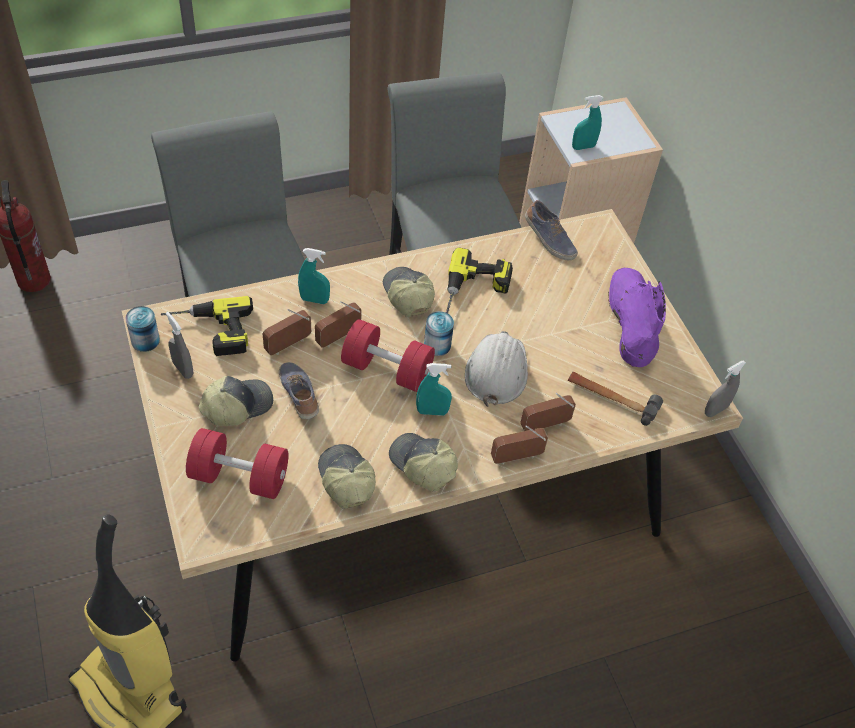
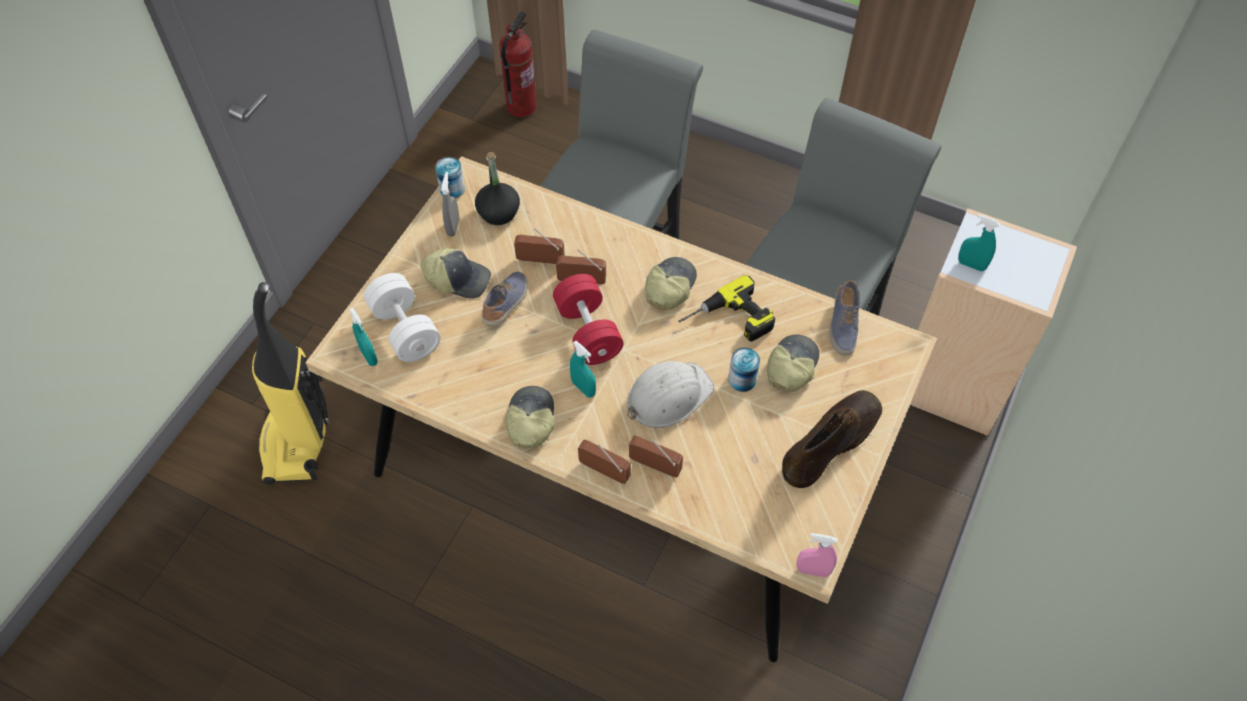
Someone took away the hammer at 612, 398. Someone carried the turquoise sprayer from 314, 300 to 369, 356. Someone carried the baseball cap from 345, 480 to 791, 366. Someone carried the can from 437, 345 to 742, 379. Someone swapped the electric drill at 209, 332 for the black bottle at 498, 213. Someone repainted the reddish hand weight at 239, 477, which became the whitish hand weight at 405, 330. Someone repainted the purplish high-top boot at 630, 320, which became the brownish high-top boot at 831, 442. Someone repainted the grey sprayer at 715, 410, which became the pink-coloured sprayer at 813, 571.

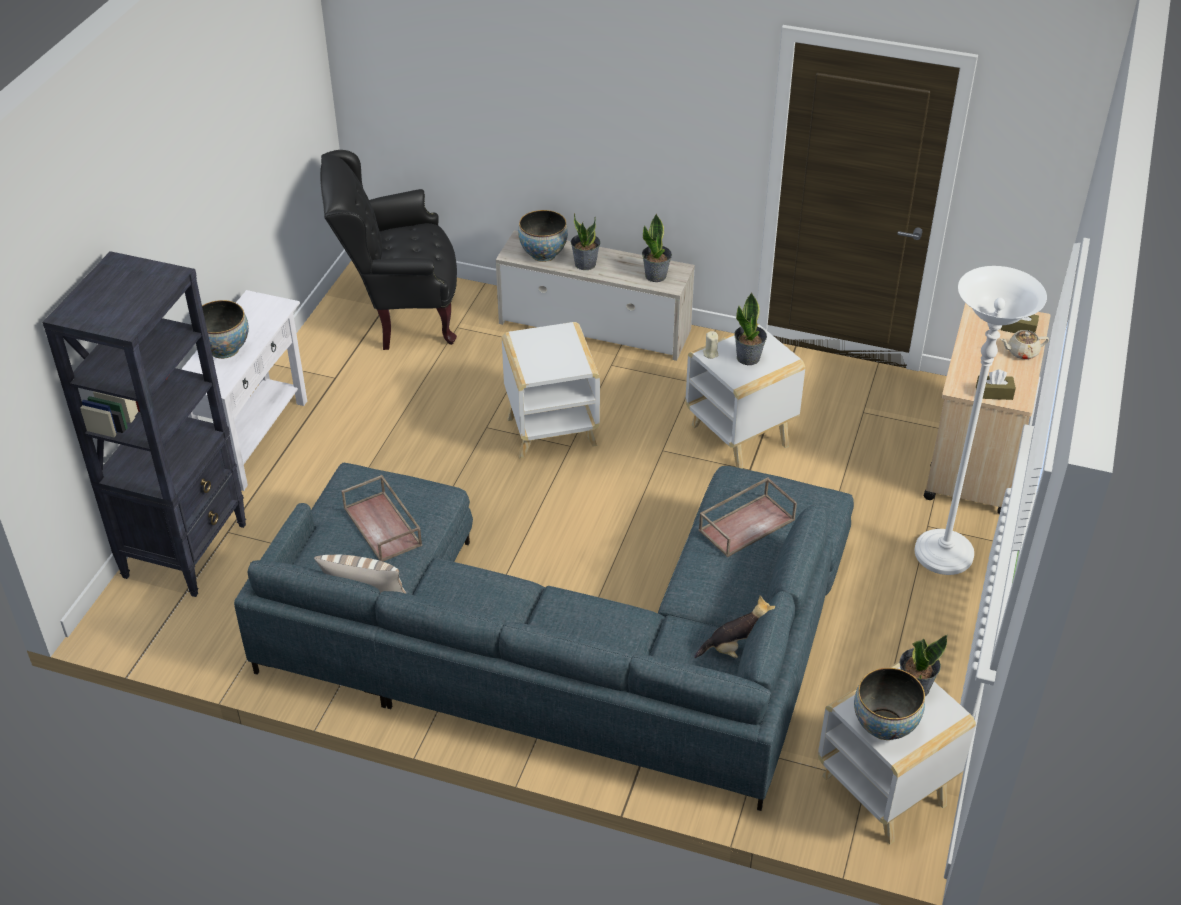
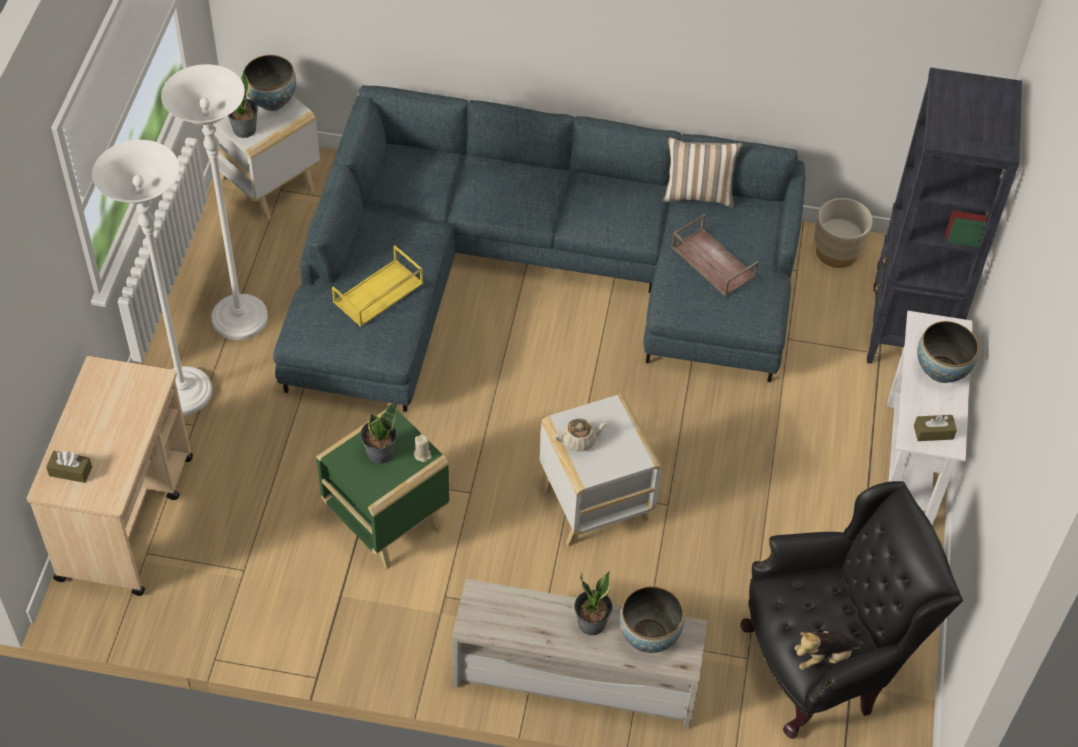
Someone took away the plant in a pot at 656, 276. Someone put down the whitish floor lamp at 240, 319. Someone put down the beige flower pot at 837, 252. Someone carried the soft toy from 736, 649 to 823, 657. Someone carried the brownish tissue box from 994, 393 to 933, 432. Someone carried the beige tea pot from 1021, 352 to 579, 440. Someone repainted the whitish accent table at 741, 436, which became the greenish accent table at 385, 520. Someone repainted the brownish serving tray at 747, 524, which became the yellow serving tray at 378, 294.

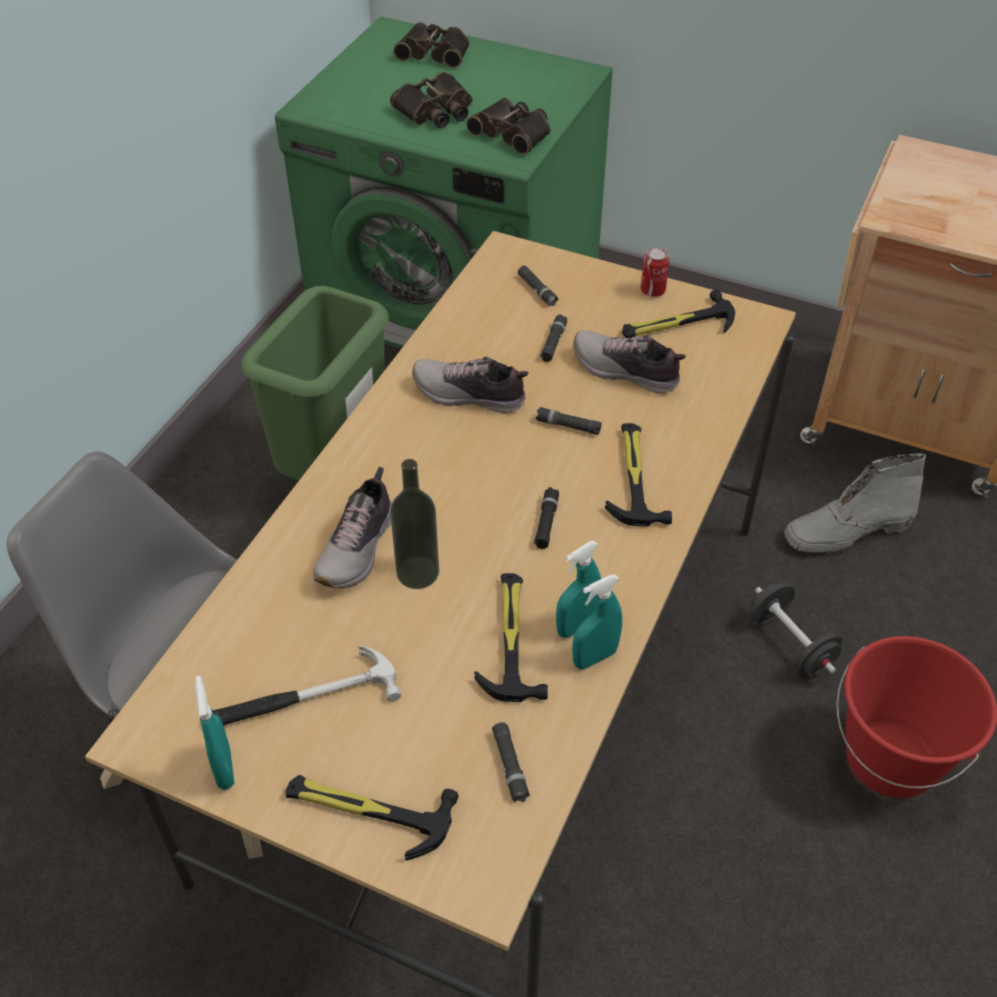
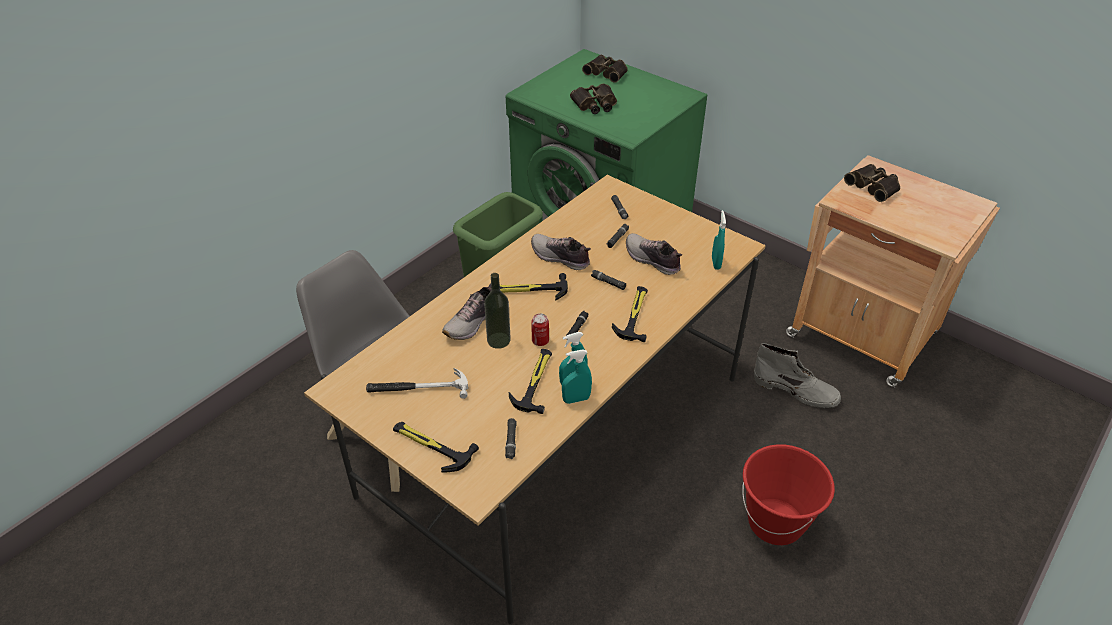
Someone took away the black hand weight at 789, 645. Someone carried the turquoise sprayer from 224, 768 to 716, 263. Someone carried the field glasses from 513, 133 to 874, 186. Someone carried the hammer from 677, 325 to 530, 290. Someone carried the can from 652, 291 to 540, 341. Someone rotated the grey high-top boot at 846, 531 by 150 degrees counterclockwise.

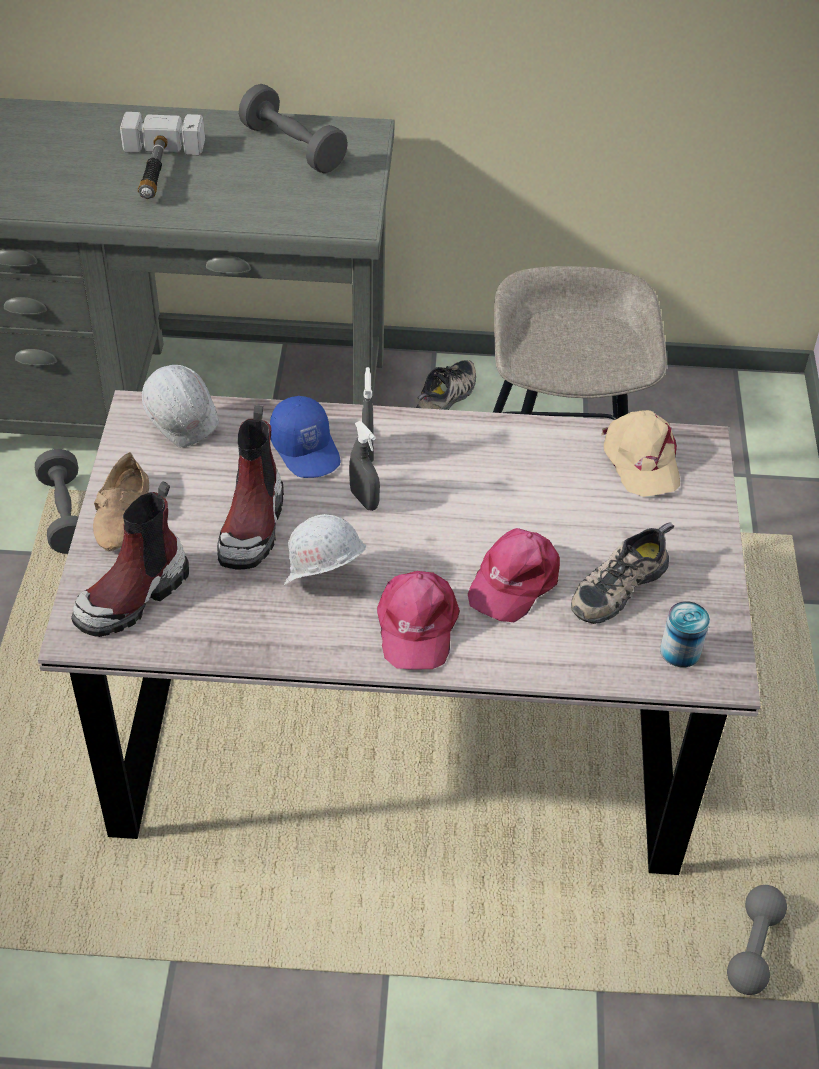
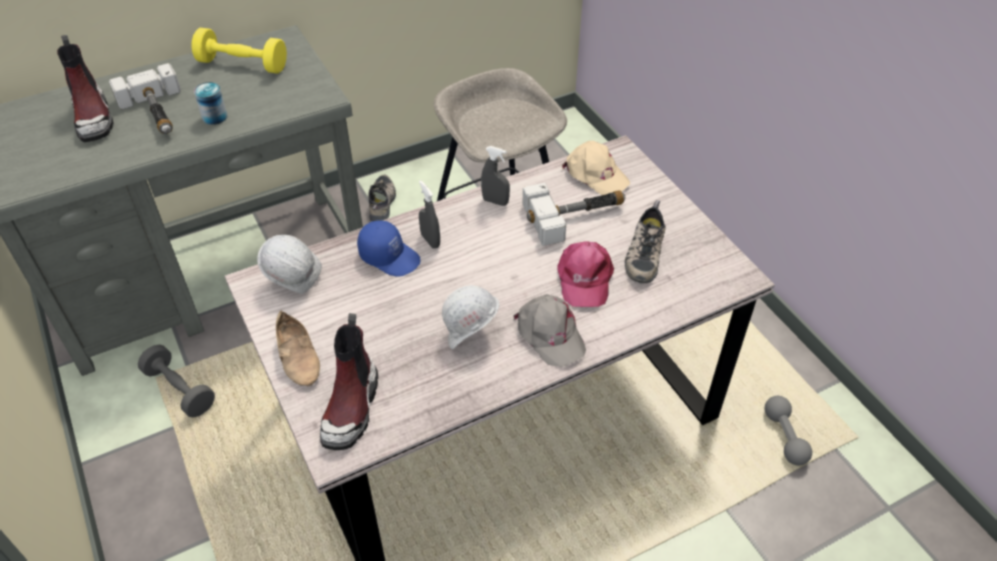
Someone put down the hammer at 576, 215. Someone carried the high-top boot from 252, 525 to 93, 118. Someone carried the grey sprayer from 364, 500 to 495, 201. Someone carried the can from 680, 651 to 214, 117. Someone repainted the grey hand weight at 293, 147, which became the yellow hand weight at 243, 65. Someone repainted the pink-coloured baseball cap at 416, 625, which became the grey baseball cap at 549, 334.

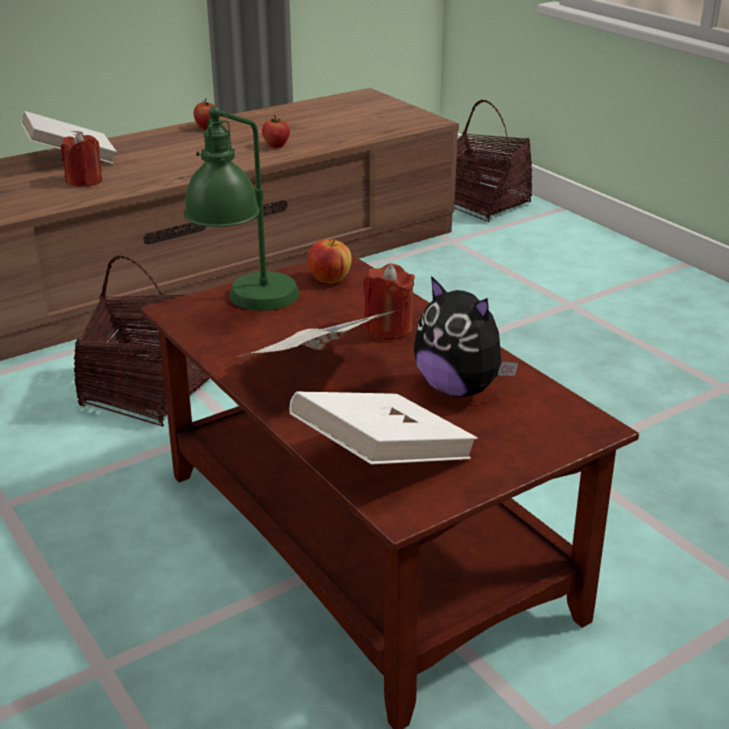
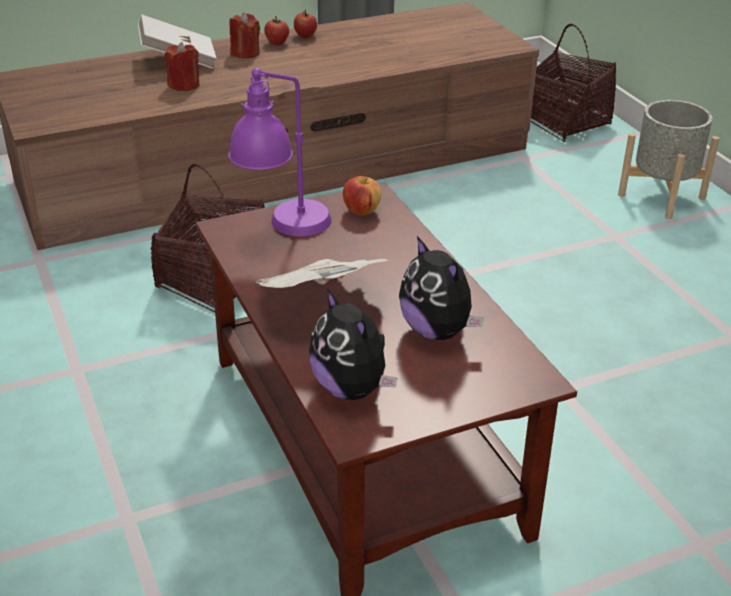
Someone put down the grey flower pot at 662, 196. Someone carried the whole apple from 276, 146 to 277, 43. Someone carried the reddish candle from 388, 329 to 245, 53. Someone swapped the whitish bound book at 383, 459 for the soft toy at 352, 388. Someone repainted the greenish table lamp at 248, 307, which became the purplish table lamp at 284, 232.

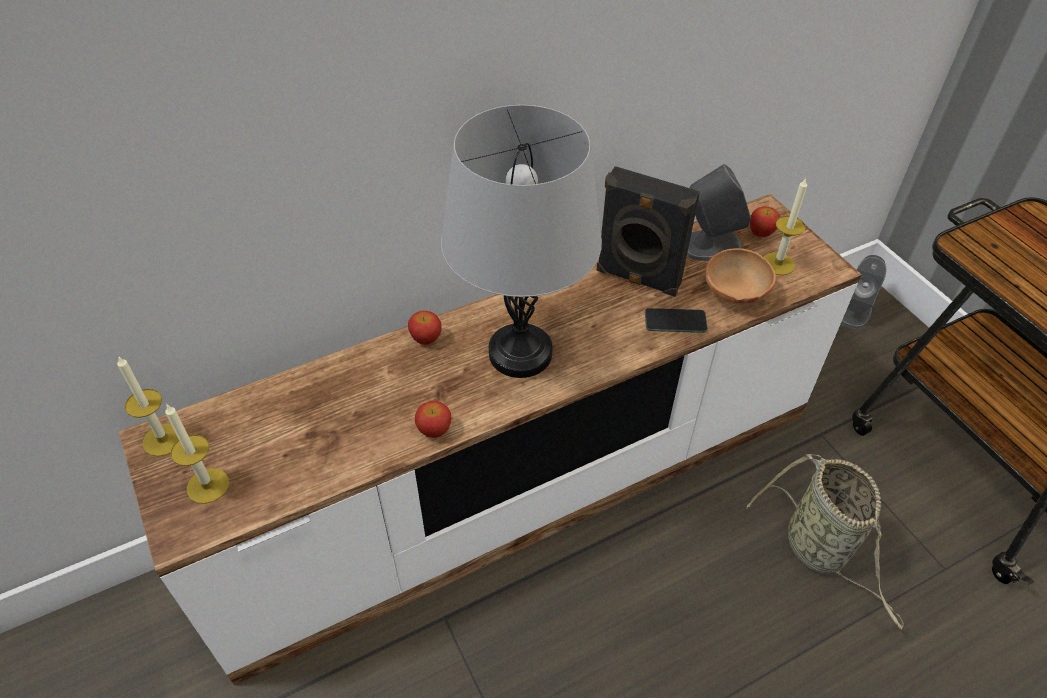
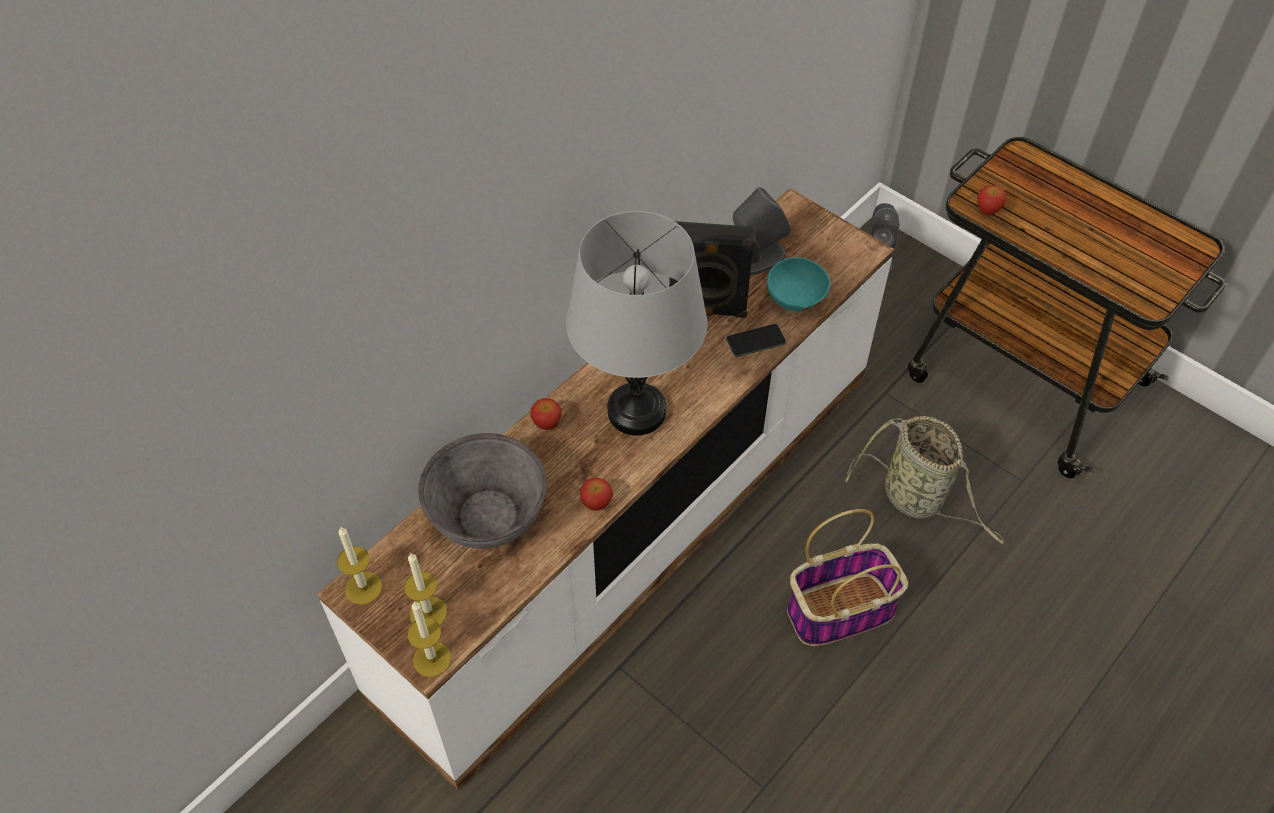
Someone put down the grey deep dish at 487, 515. Someone put down the basket at 841, 609. Someone carried the whole apple from 761, 232 to 988, 209. Someone carried the candle from 778, 263 to 432, 659. Someone repainted the brownish deep dish at 733, 294, which became the turquoise deep dish at 794, 300.

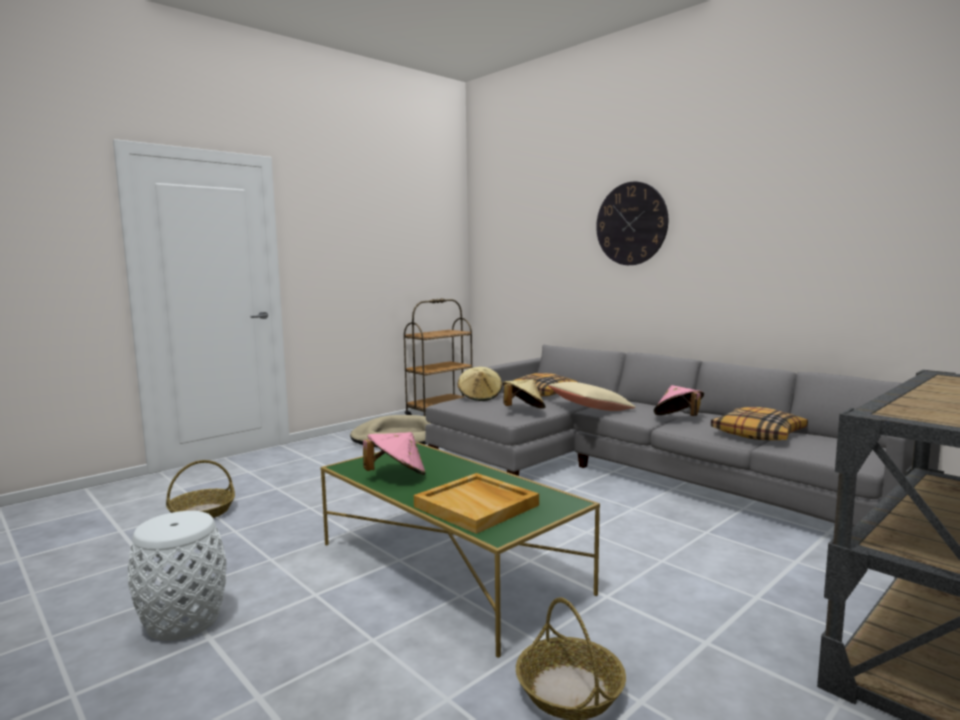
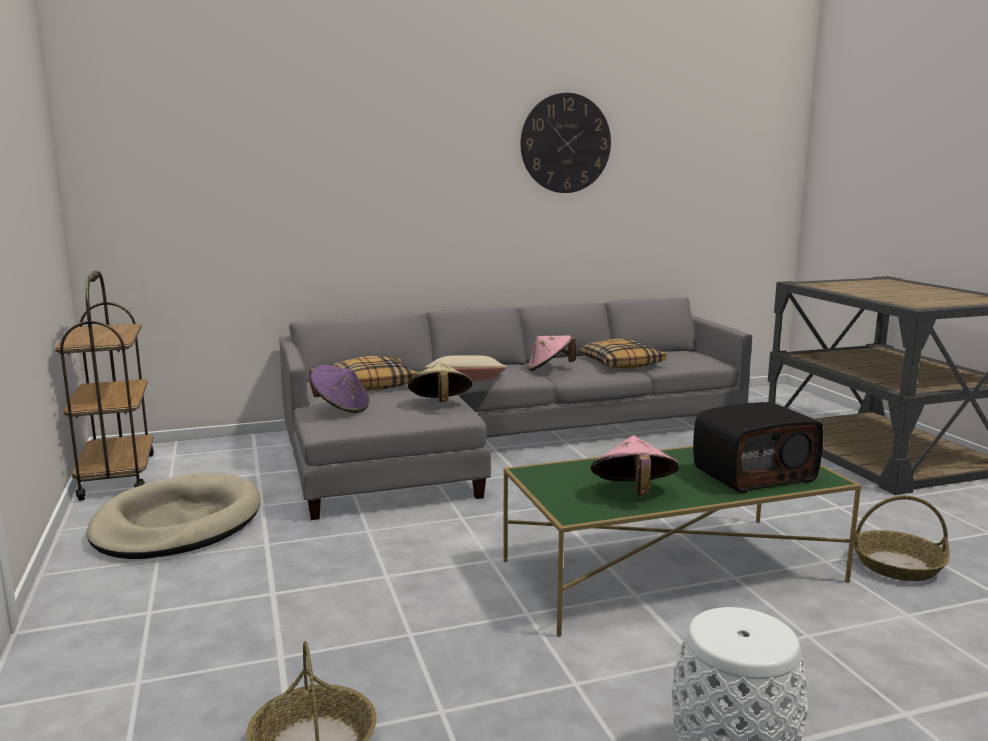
Someone carried the hanging clock from 631, 224 to 565, 143. Someone swapped the beige serving tray at 477, 506 for the radio receiver at 753, 474. Someone repainted the beige clothing hat at 480, 397, which became the purplish clothing hat at 341, 408.

